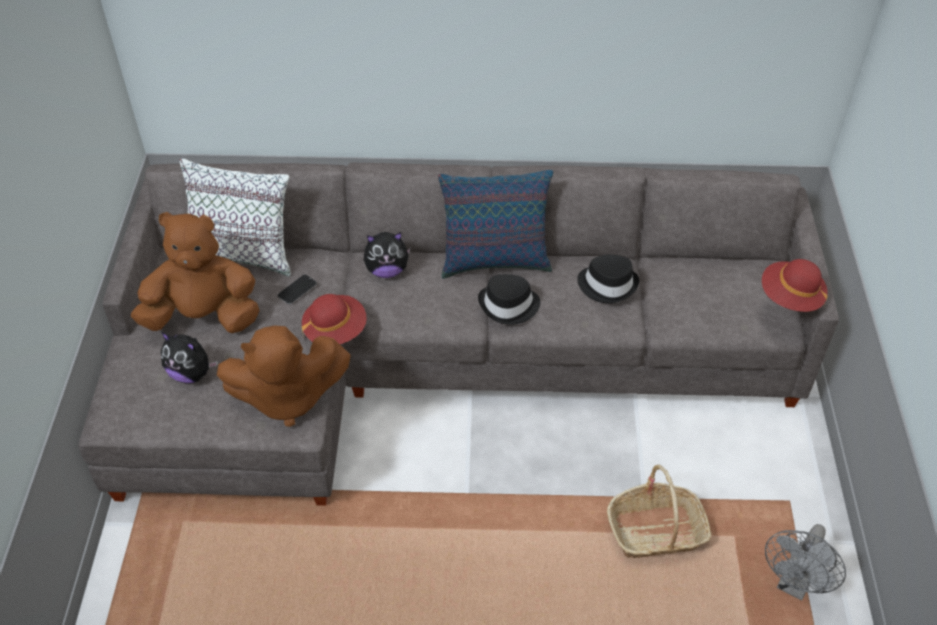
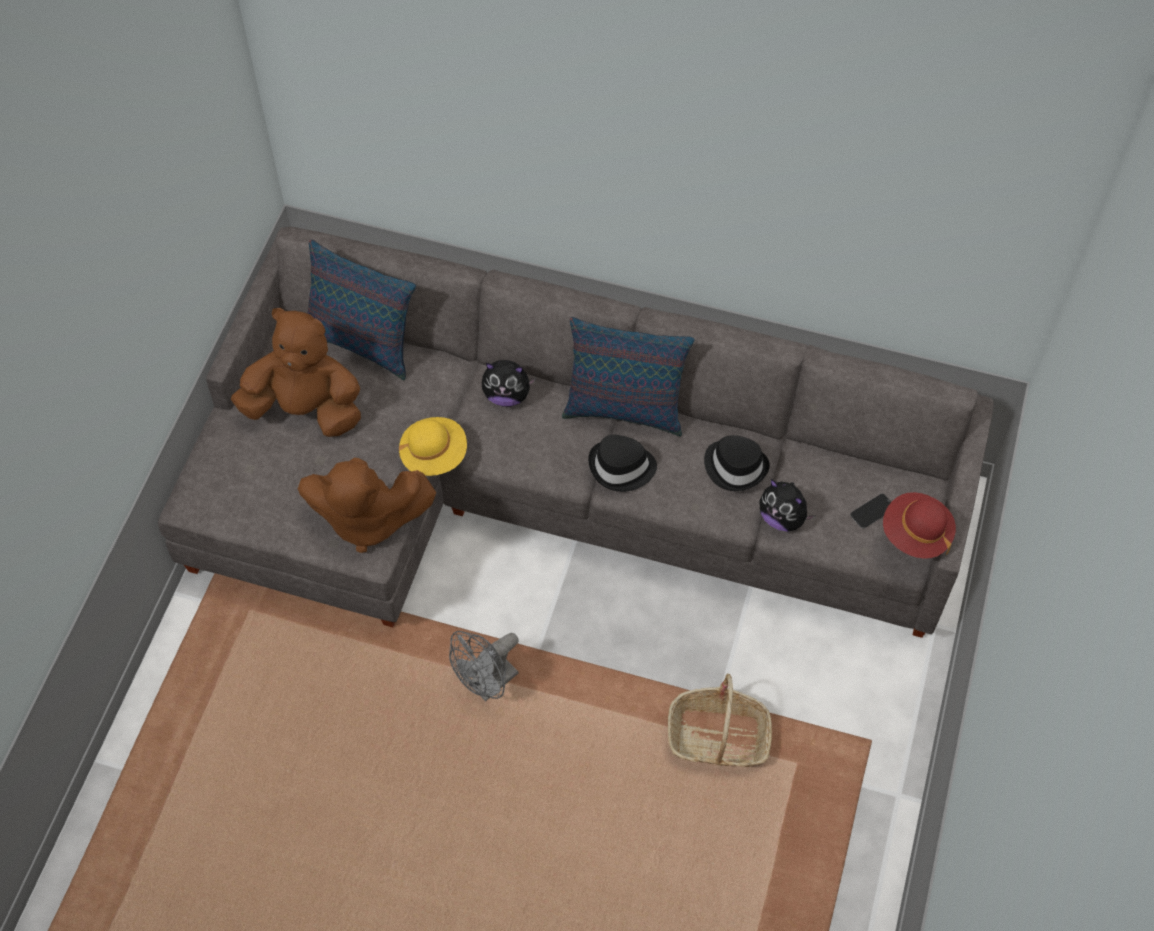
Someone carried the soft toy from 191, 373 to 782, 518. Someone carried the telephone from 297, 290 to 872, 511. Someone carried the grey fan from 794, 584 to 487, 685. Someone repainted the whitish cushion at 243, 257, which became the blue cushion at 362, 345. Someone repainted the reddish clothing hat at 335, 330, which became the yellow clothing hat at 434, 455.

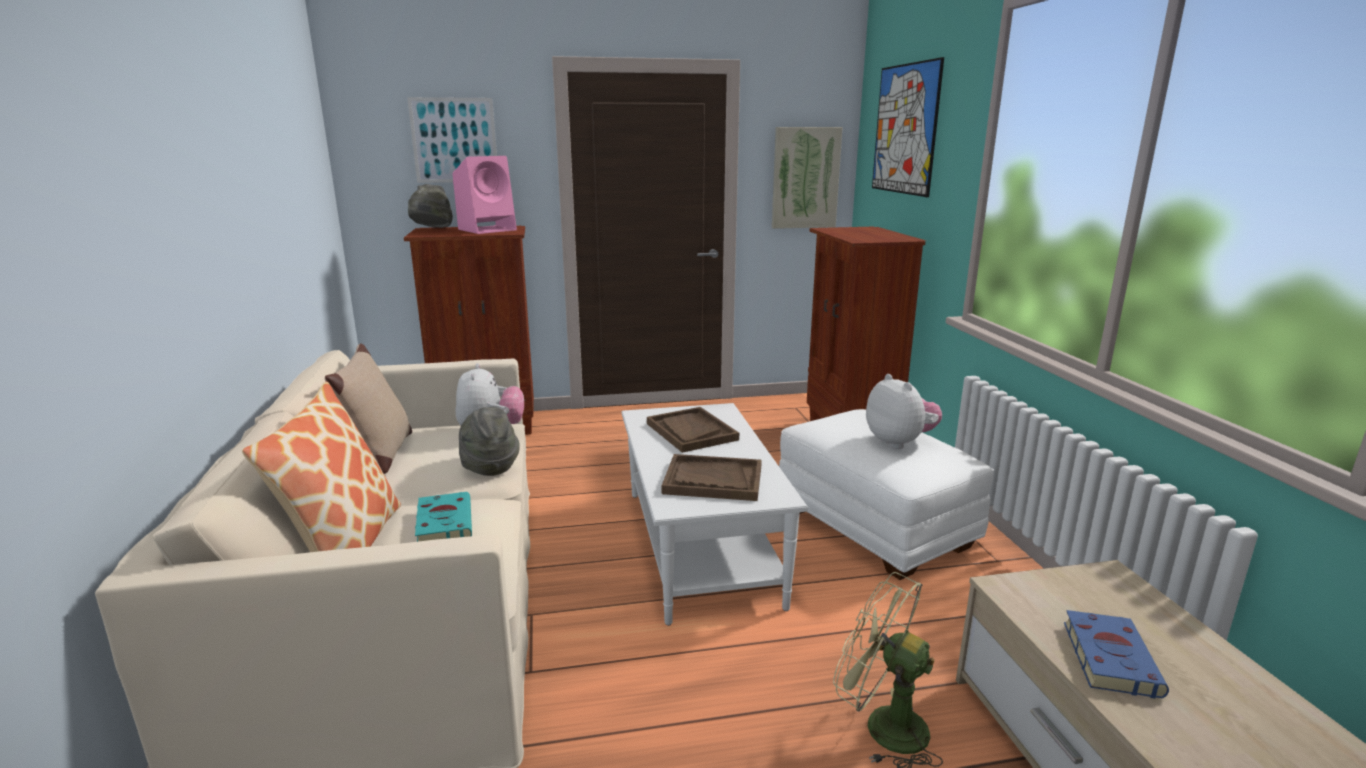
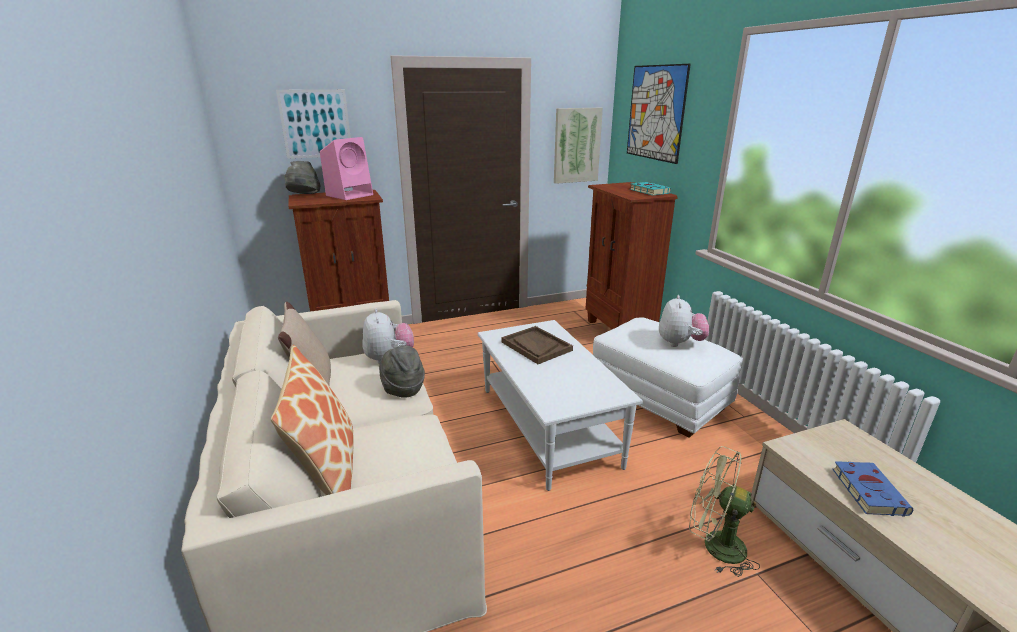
Someone took away the brownish serving tray at 712, 480. Someone carried the turquoise bound book from 444, 522 to 648, 191. Someone rotated the soft toy at 899, 442 by 45 degrees clockwise.

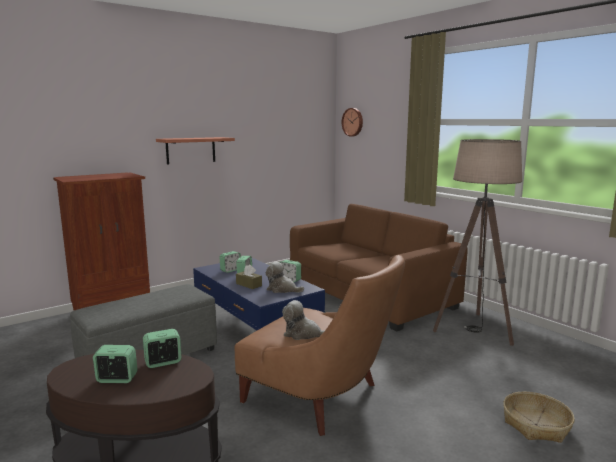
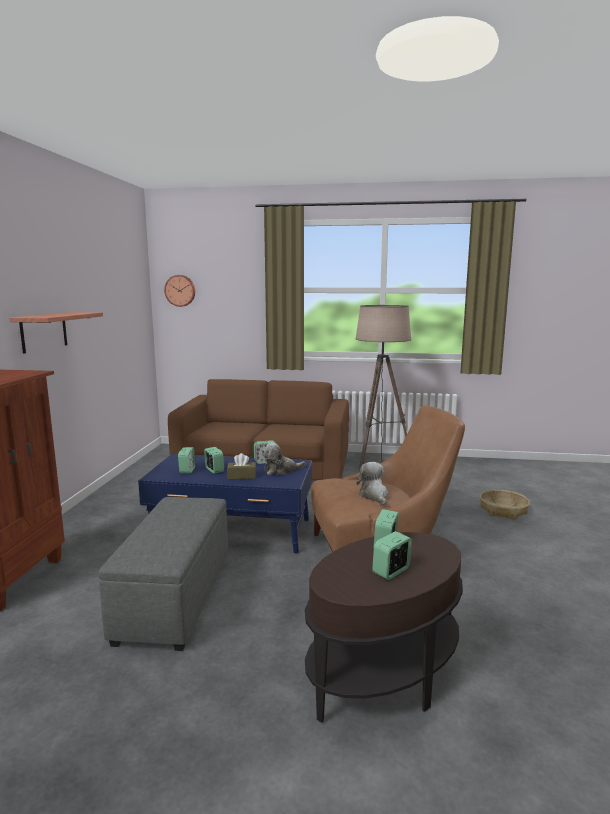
Someone rotated the soft toy at 303, 334 by 105 degrees clockwise.

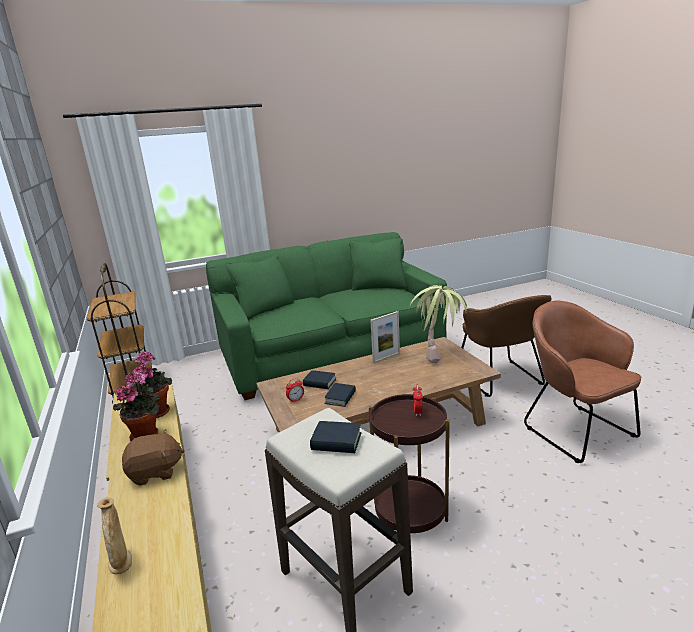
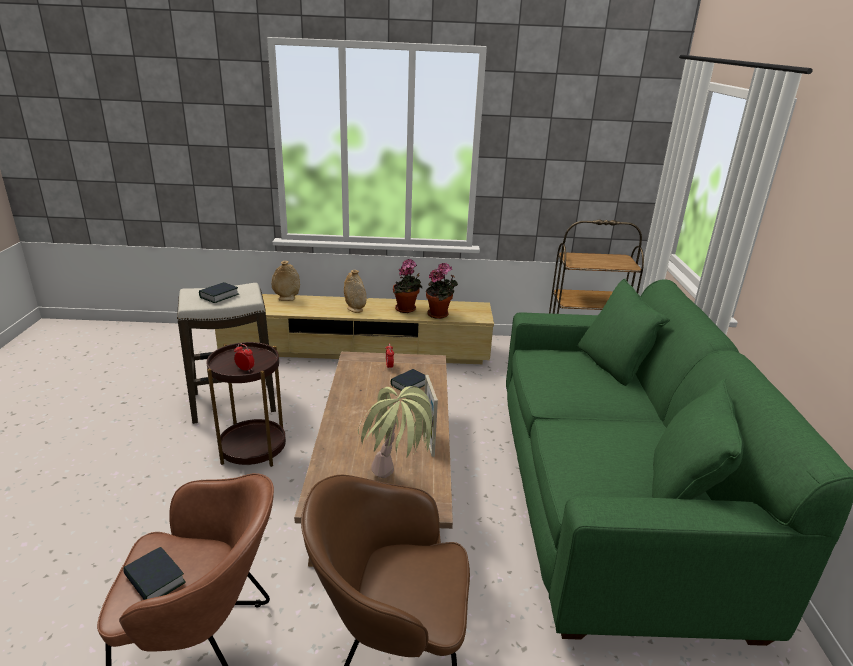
Someone carried the bound book from 340, 398 to 155, 580. Someone swapped the brownish soft toy at 155, 472 for the beige decorative vase at 355, 310.

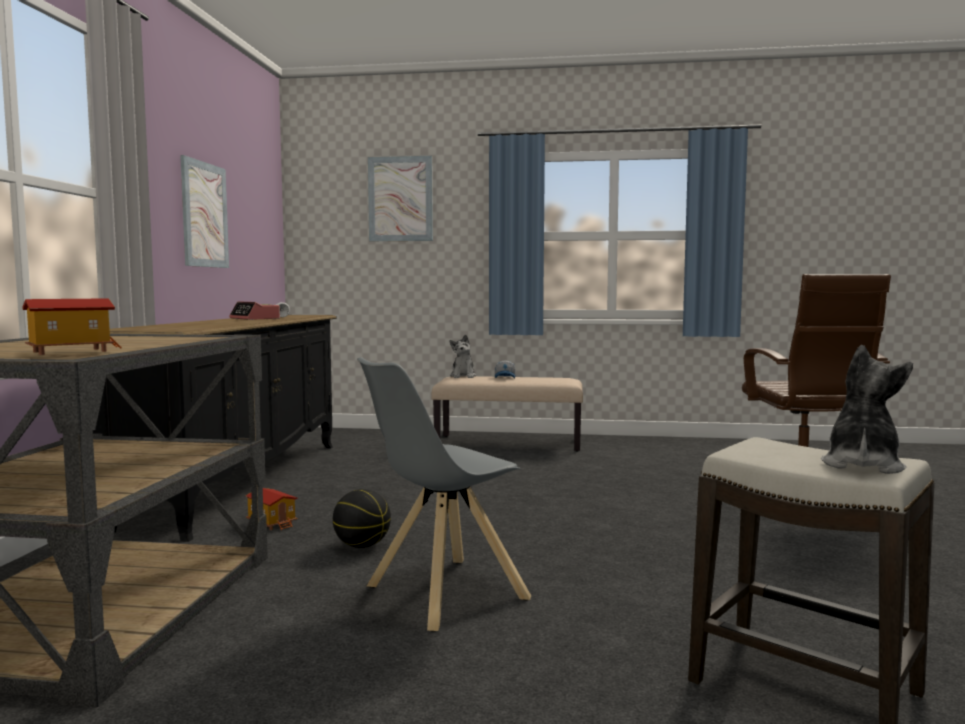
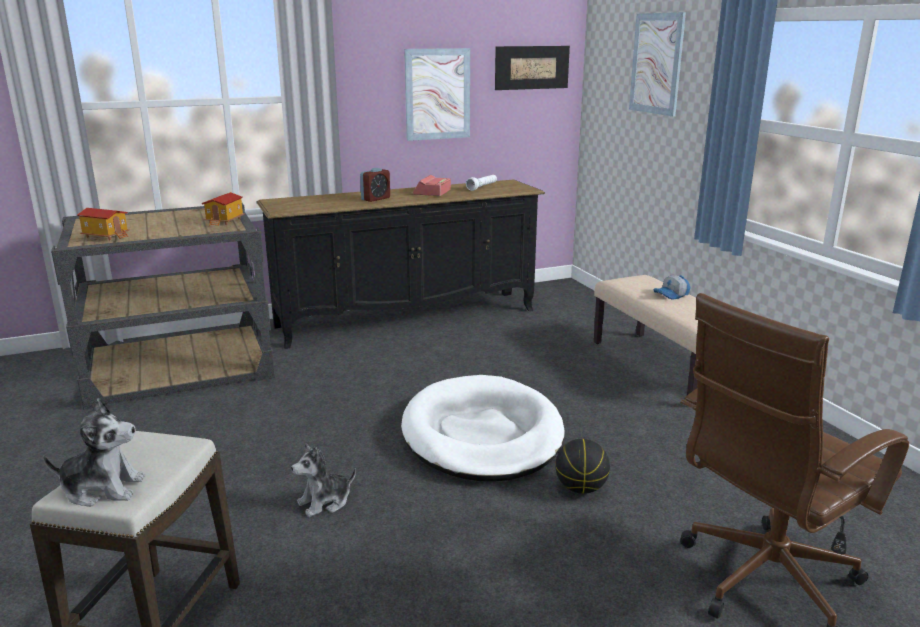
Someone took away the grey plain chair at 442, 593. Someone put down the bedside clock at 376, 199. Someone put down the whitish dog cushion at 482, 434. Someone put up the wall art at 532, 67. Someone carried the miniature house from 272, 523 to 225, 221. Someone carried the basketball from 362, 545 to 581, 488. Someone carried the soft toy from 463, 376 to 325, 502.

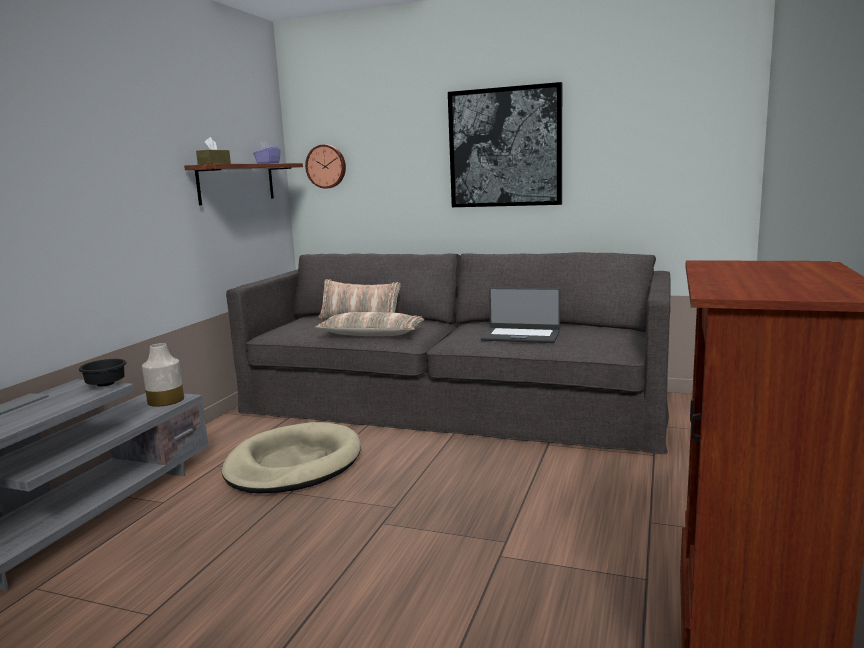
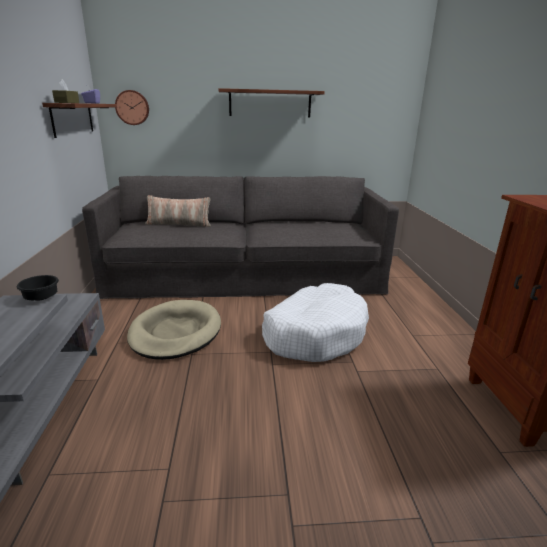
Someone took away the beige decorative vase at 165, 400. Someone took away the cushion at 371, 334. Someone took away the portable computer at 521, 336. Someone put down the whitish dog cushion at 314, 333. Someone swapped the wall art at 505, 147 for the wall shelf at 270, 103.

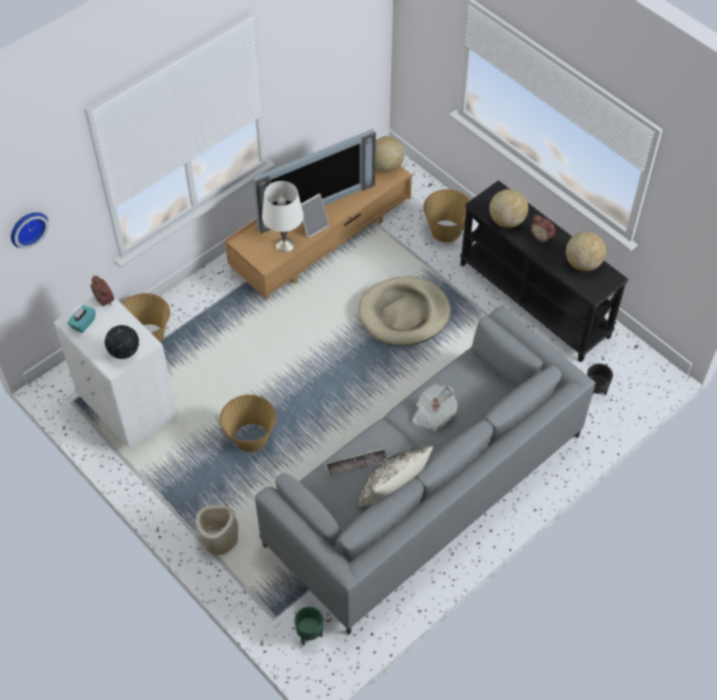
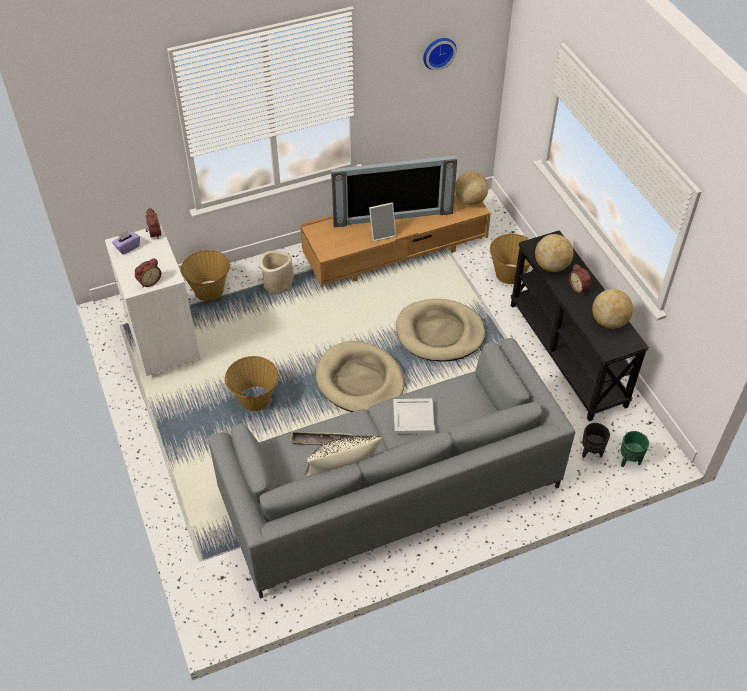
Someone took away the whitish table lamp at 284, 245. Someone put down the beige dog cushion at 360, 381. Someone carried the hanging clock from 27, 227 to 438, 52. Someone carried the beige flower pot from 219, 539 to 277, 283. Someone carried the greenish flower pot from 310, 635 to 629, 461. Someone swapped the globe at 125, 354 for the bedside clock at 149, 281. Someone swapped the daily paper at 433, 414 for the whitish serving tray at 413, 418. Someone repainted the turquoise tissue box at 83, 323, which became the purplish tissue box at 127, 247.

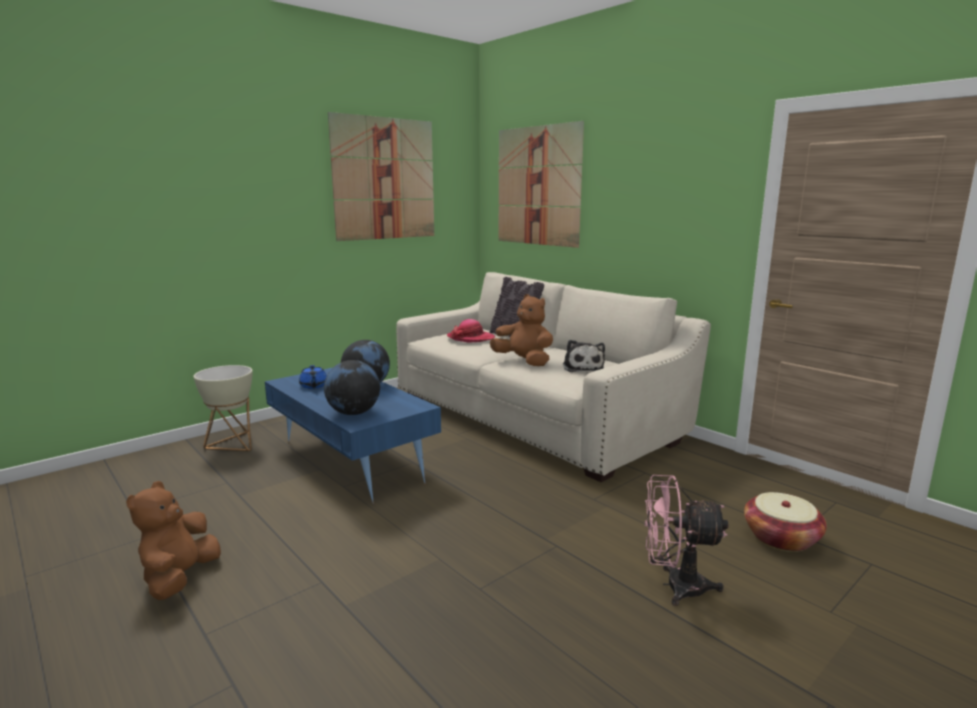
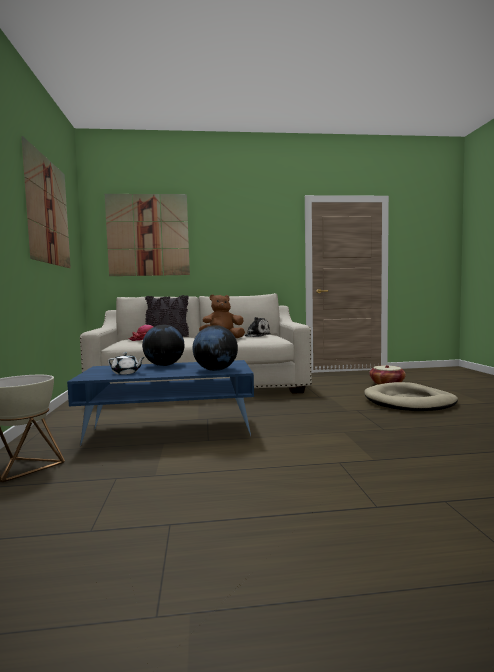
Someone took away the brownish soft toy at 180, 578. Someone swapped the pink-coloured fan at 674, 586 for the beige dog cushion at 409, 402. Someone repainted the blue tea pot at 313, 386, which became the whitish tea pot at 126, 373.

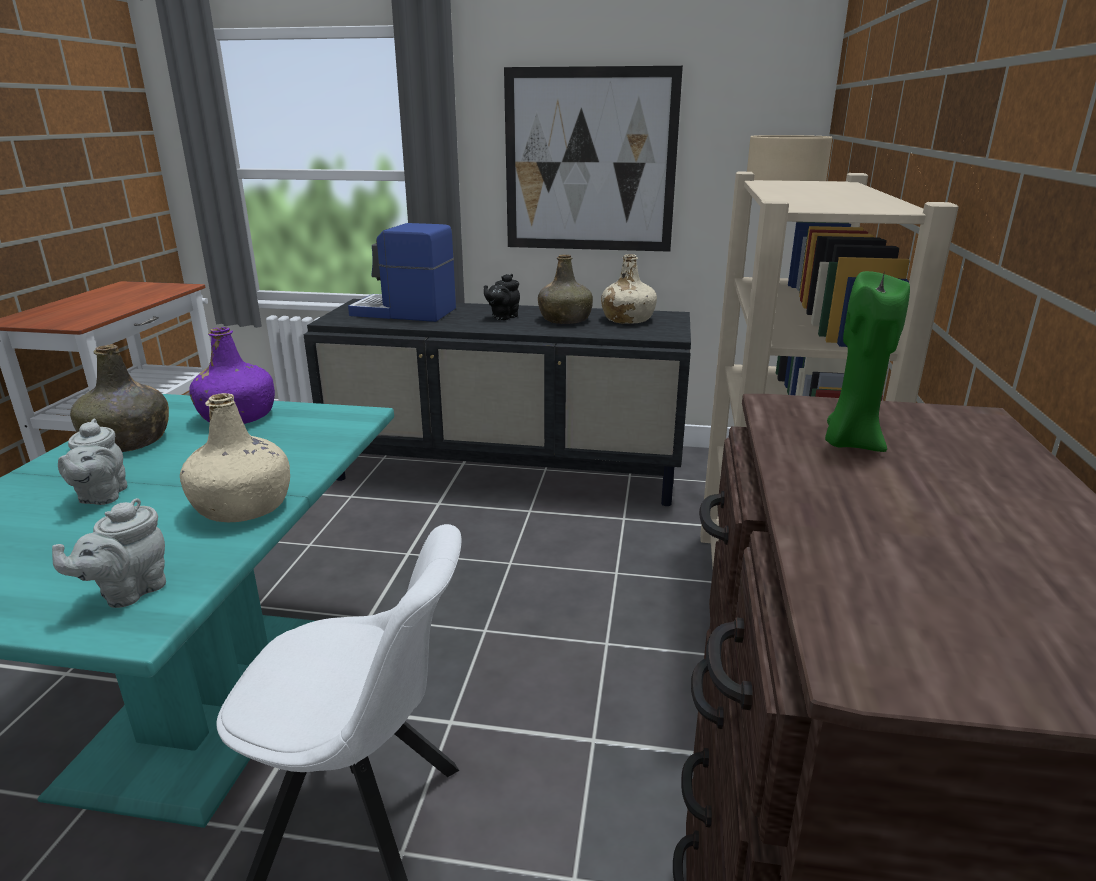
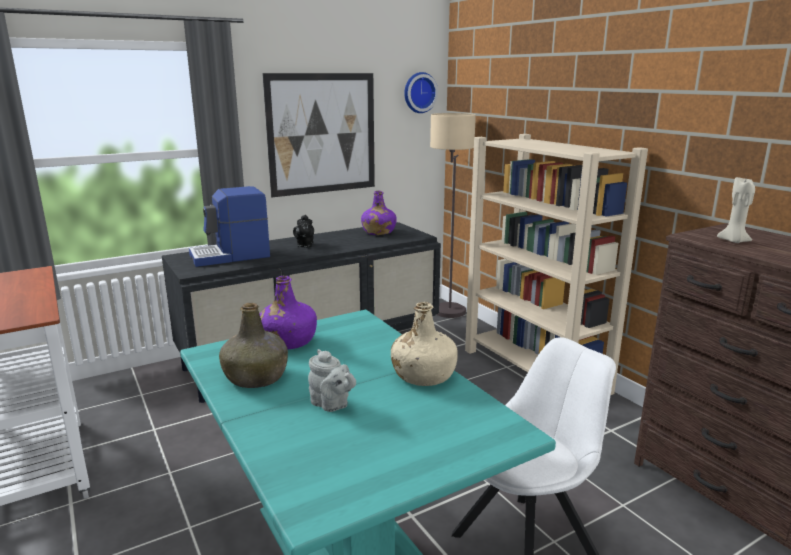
Someone took away the grey tea pot at 128, 592. Someone took away the greenish bottle at 565, 320. Someone put up the hanging clock at 419, 92. Someone repainted the beige bottle at 627, 319, which became the purplish bottle at 378, 232. Someone repainted the greenish candle at 850, 442, which became the beige candle at 733, 241.

